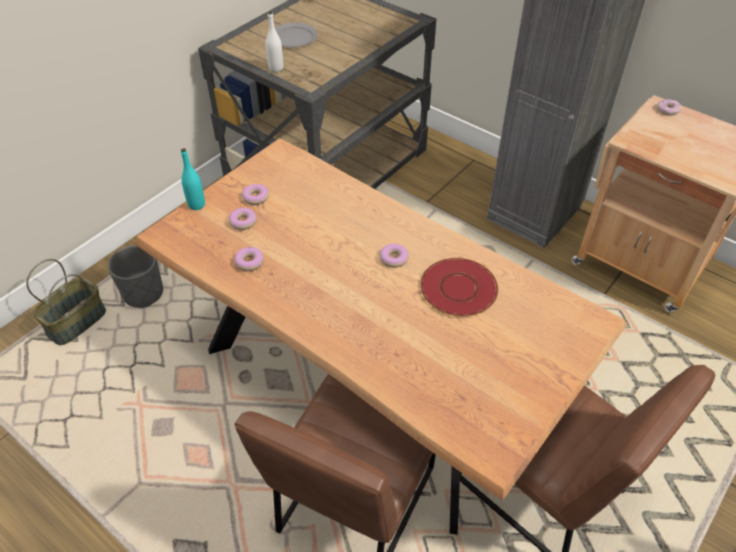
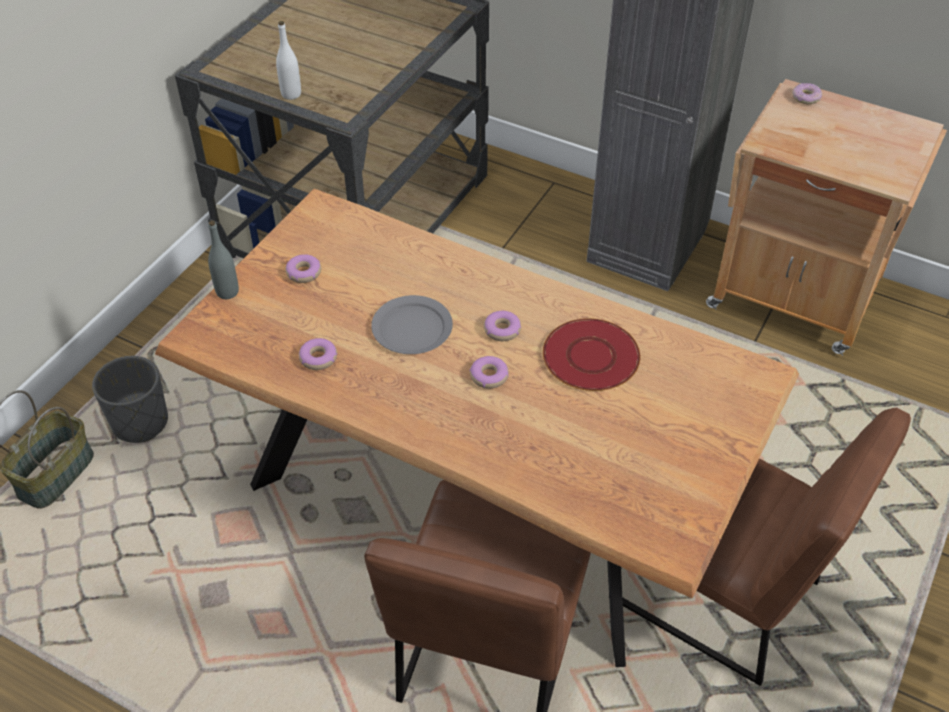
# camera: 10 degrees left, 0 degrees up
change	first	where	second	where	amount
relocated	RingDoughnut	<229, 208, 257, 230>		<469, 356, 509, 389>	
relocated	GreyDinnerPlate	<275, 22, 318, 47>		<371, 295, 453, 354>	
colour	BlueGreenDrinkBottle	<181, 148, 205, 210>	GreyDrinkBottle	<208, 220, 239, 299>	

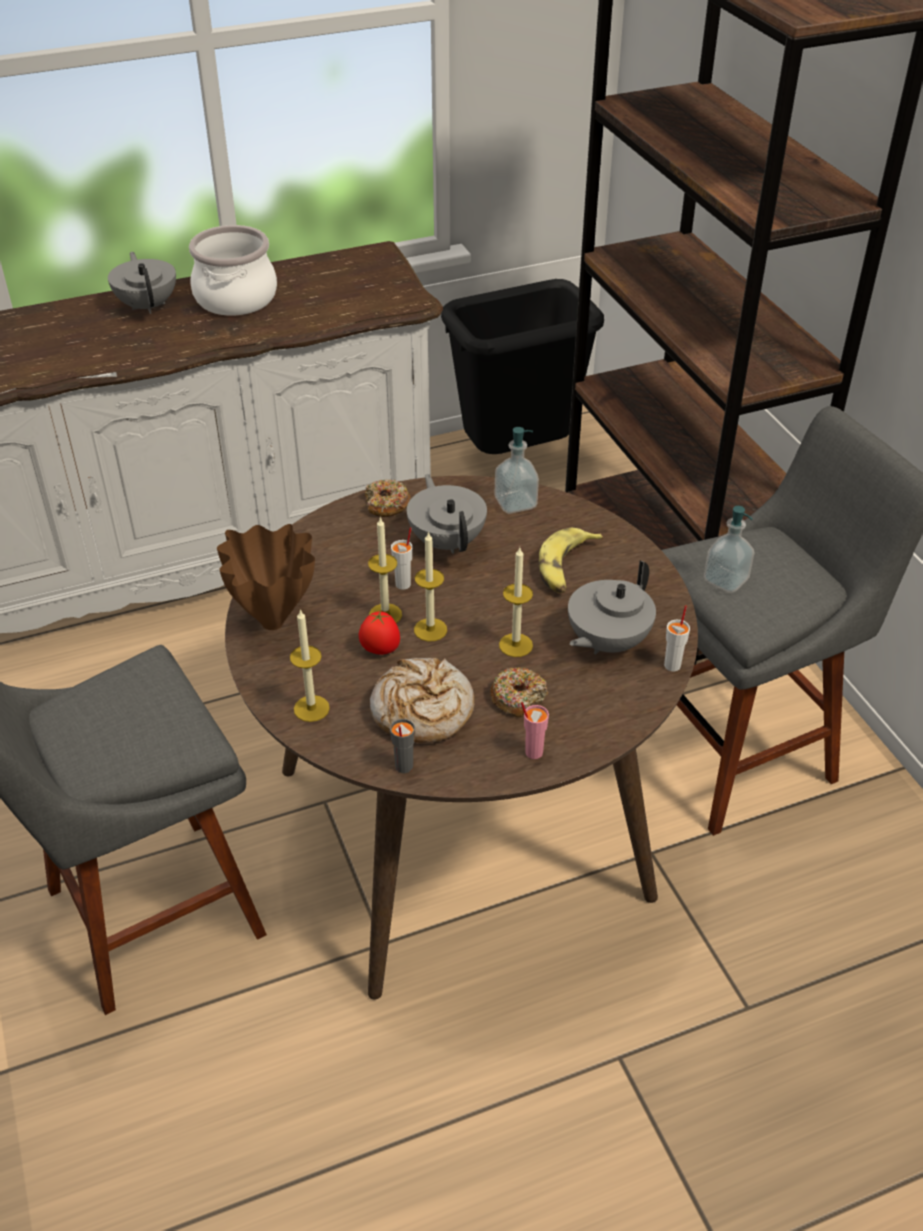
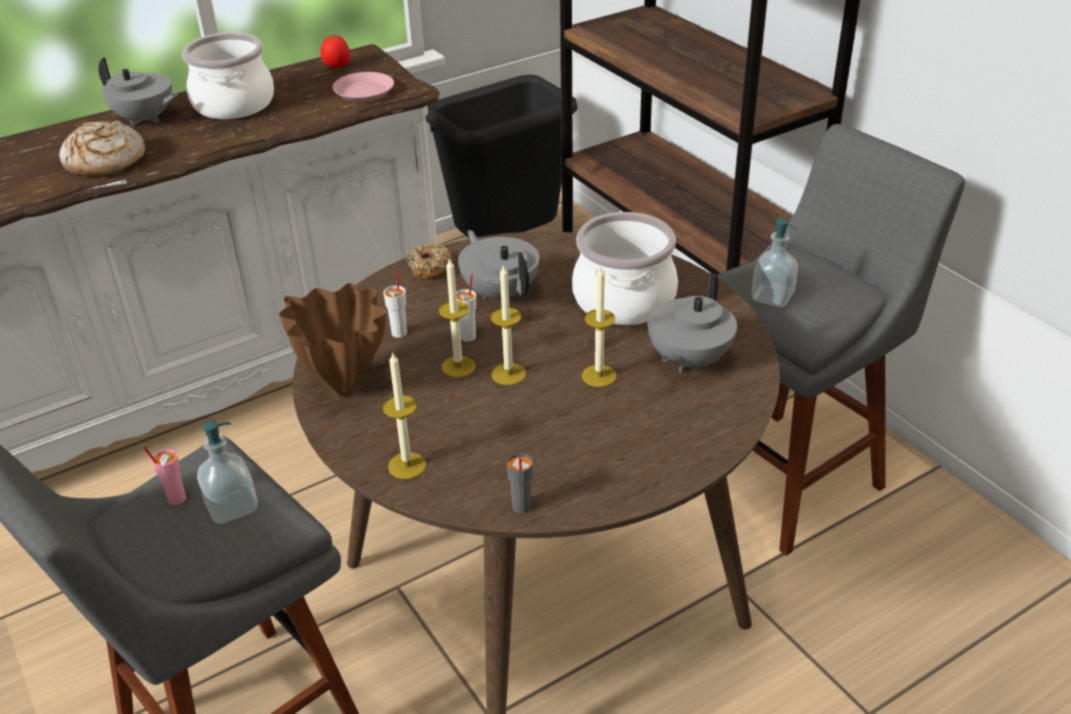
# camera: 10 degrees left, 5 degrees down
change	first	where	second	where	amount
missing	RingDoughnut	<490, 667, 548, 718>			
appeared			PinkColouredDinnerPlate	<333, 72, 394, 102>	
relocated	Tomato	<359, 611, 400, 655>		<320, 35, 350, 68>	
relocated	Bread	<370, 658, 474, 743>		<59, 120, 145, 176>	
relocated	SoapDispenser	<495, 427, 539, 514>		<197, 420, 258, 524>	
relocated	PinkColouredDrinkingCup	<521, 702, 549, 759>		<143, 447, 186, 505>	
relocated	WhiteDrinkingCup	<664, 605, 690, 671>		<384, 270, 407, 338>	
exchanged	BananaFruit	<539, 528, 603, 593>	Saucepot	<572, 212, 678, 325>	
spun	GreyTeapot	<108, 252, 176, 314>		<98, 57, 178, 126>	150 degrees clockwise

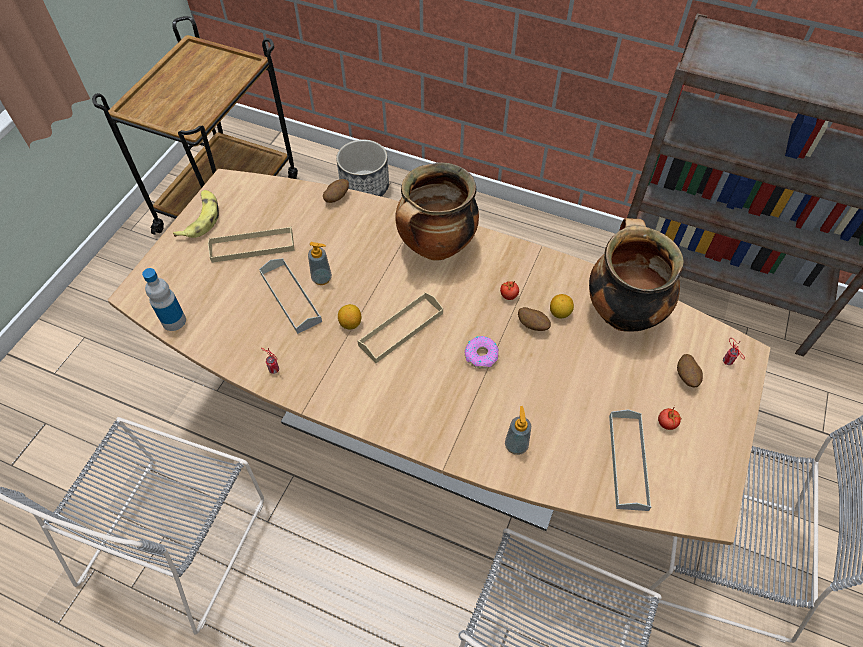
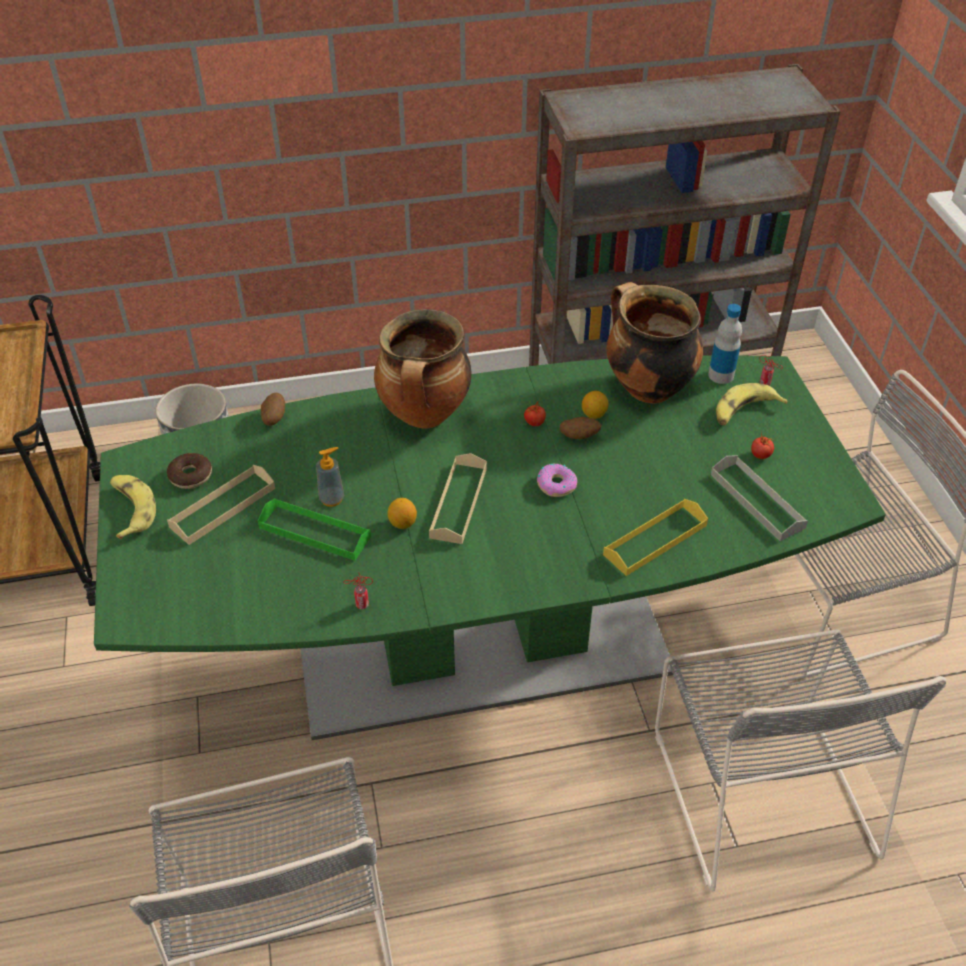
# camera: 35 degrees left, 10 degrees down
change	first	where	second	where	amount
appeared			RingDoughnut	<167, 453, 212, 489>	
relocated	DrinkBottle	<142, 268, 186, 331>		<708, 304, 742, 384>	
exchanged	SoapDispenser	<505, 406, 531, 455>	YellowColouredServingTray	<603, 499, 708, 576>	
exchanged	WholePotato	<677, 354, 703, 388>	BananaFruit	<716, 383, 787, 425>	
colour	BrownishDiningTable	<108, 169, 770, 545>	GreenDiningTable	<94, 355, 886, 740>	
colour	GreyServingTray	<259, 258, 322, 334>	GreenServingTray	<258, 498, 371, 561>	

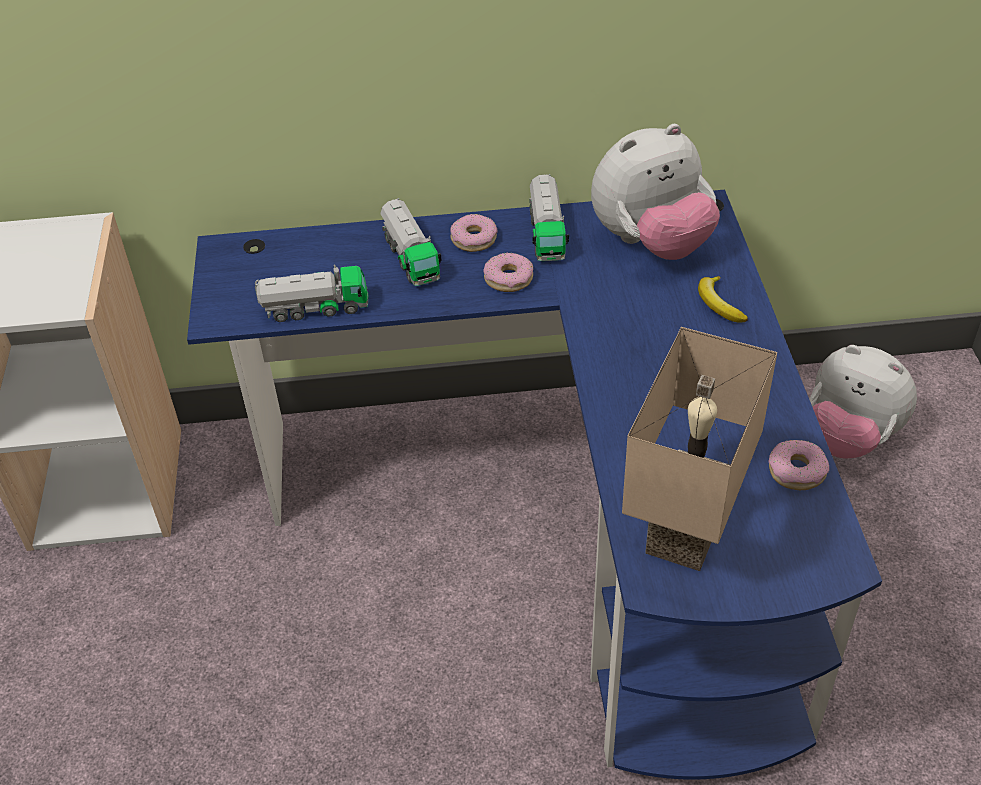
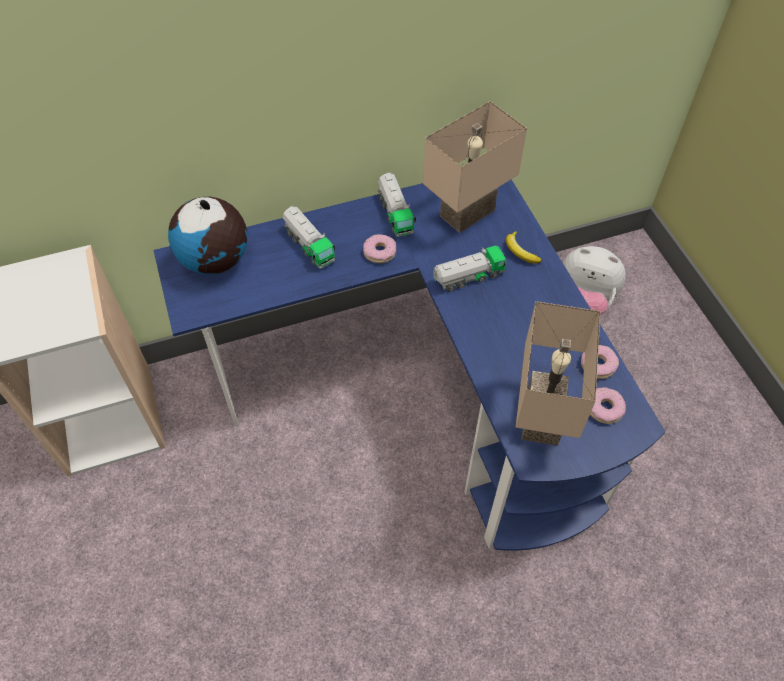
# camera: 15 degrees left, 10 degrees up
change	first	where	second	where	amount
appeared			WorldGlobe	<168, 197, 248, 275>	
relocated	ToyTruck	<255, 264, 369, 322>		<433, 245, 506, 292>	
relocated	RingDoughnut	<450, 214, 498, 252>		<590, 387, 626, 424>	
exchanged	SoftToy	<591, 124, 720, 260>	BeigeTabletopLamp	<423, 101, 527, 233>	

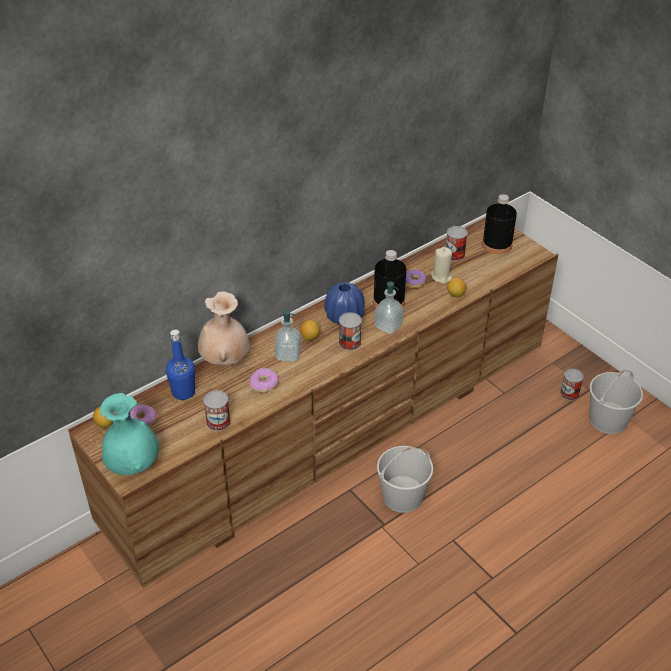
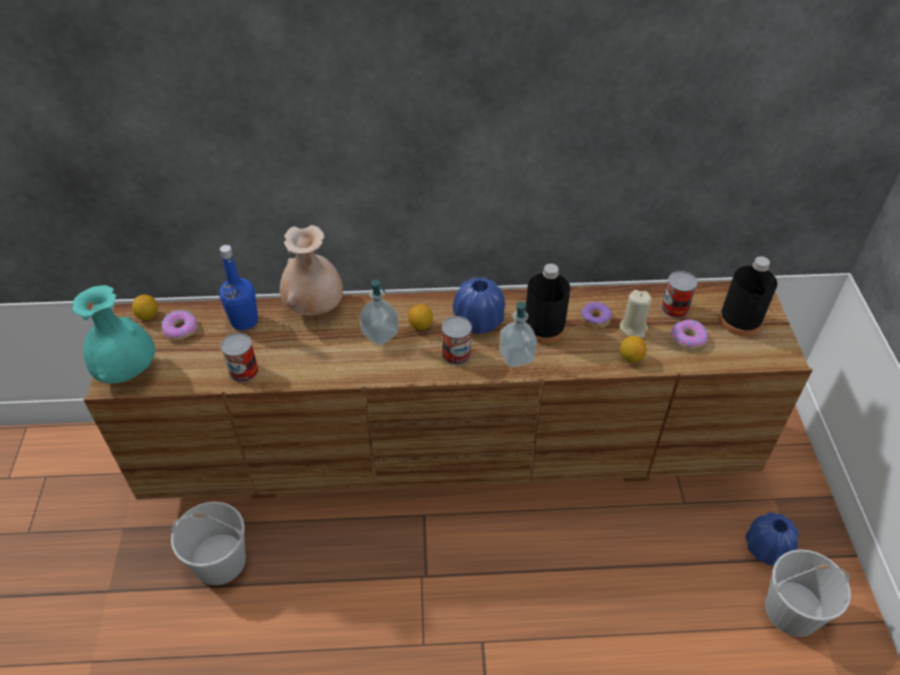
# camera: 35 degrees right, 5 degrees up
change	first	where	second	where	amount
relocated	RingDoughnut	<249, 368, 279, 393>		<670, 319, 708, 349>	
relocated	WhitePail	<377, 446, 433, 513>		<171, 502, 246, 585>	
exchanged	Can	<560, 369, 584, 401>	BlueColouredVase	<745, 512, 799, 566>	

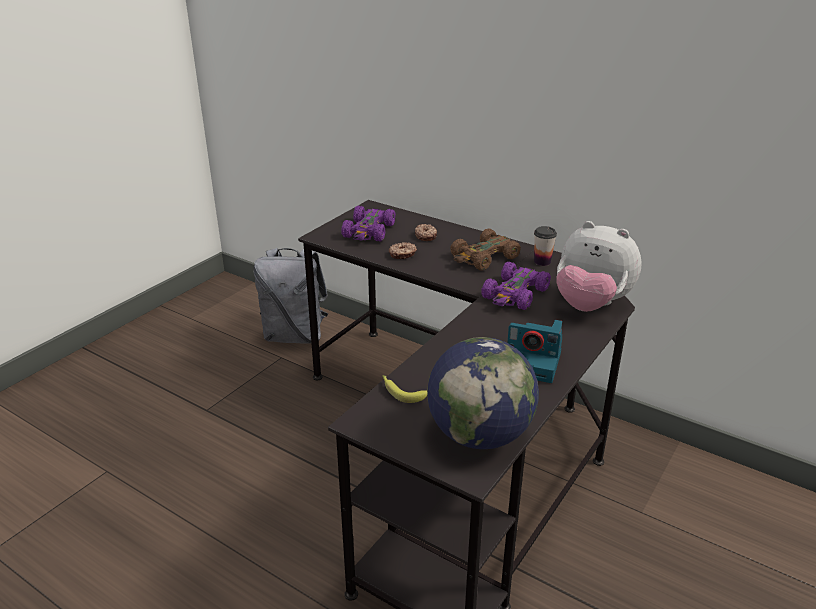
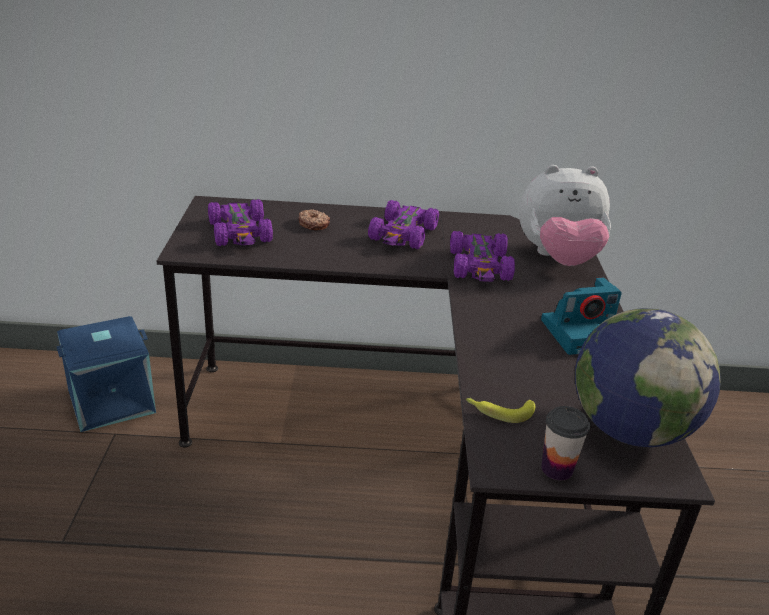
# camera: 35 degrees left, 0 degrees up
change	first	where	second	where	amount
missing	RingDoughnut	<389, 242, 417, 259>			
relocated	DrinkingCup	<534, 226, 557, 266>		<541, 406, 590, 480>	
exchanged	GreyKnapsack	<253, 248, 328, 344>	BlueColouredStorageContainer	<56, 316, 156, 432>	
colour	BrownishToyCar	<450, 229, 521, 271>	PurpleToyCar	<368, 200, 439, 249>	

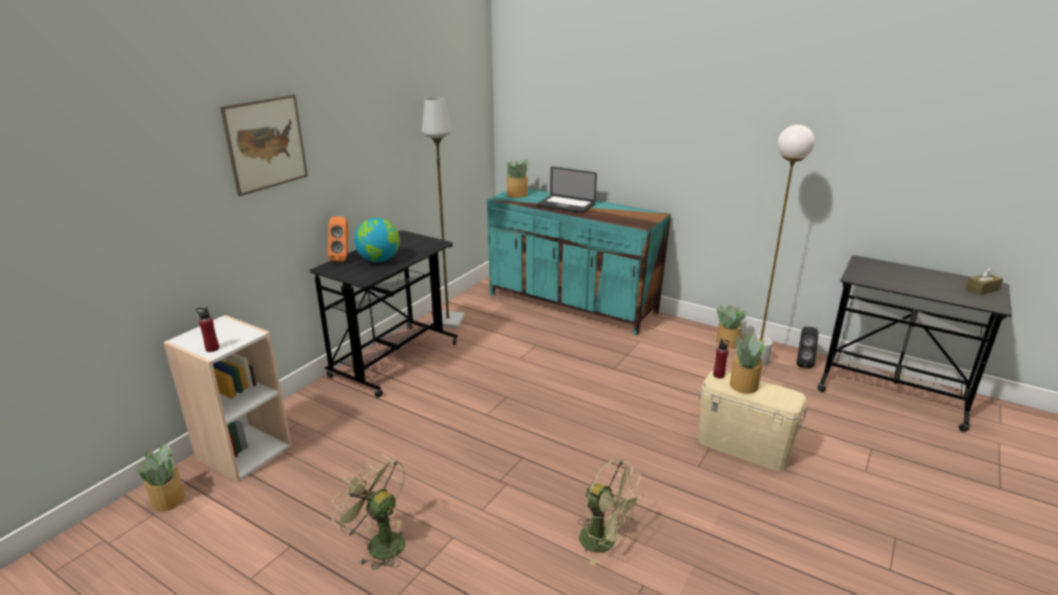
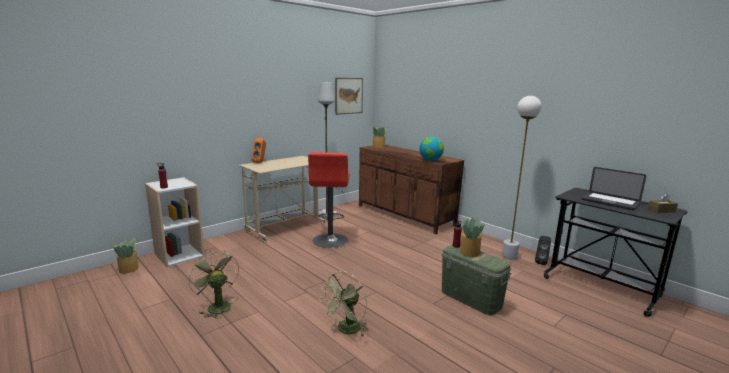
# camera: 15 degrees right, 10 degrees down
change	first	where	second	where	amount
missing	Houseplant	<716, 304, 747, 349>			
appeared			RedStoolSeat	<308, 152, 350, 248>	
relocated	Picture	<220, 95, 308, 196>		<335, 78, 363, 115>	
relocated	WorldGlobe	<354, 218, 400, 262>		<419, 137, 444, 161>	
relocated	NotebookComputer	<537, 167, 597, 213>		<582, 167, 646, 210>	
colour	BlackishDesk	<310, 230, 458, 398>	BeigeDesk	<239, 156, 325, 243>	
colour	BlueGreenCabinet	<487, 188, 671, 335>	BrownishCabinet	<359, 145, 464, 234>	
colour	BeigeStorageContainer	<698, 370, 808, 471>	GreenStorageContainer	<442, 244, 511, 315>	
spun	GreenElectricFan	<577, 459, 643, 565>		<319, 271, 369, 336>	75 degrees clockwise

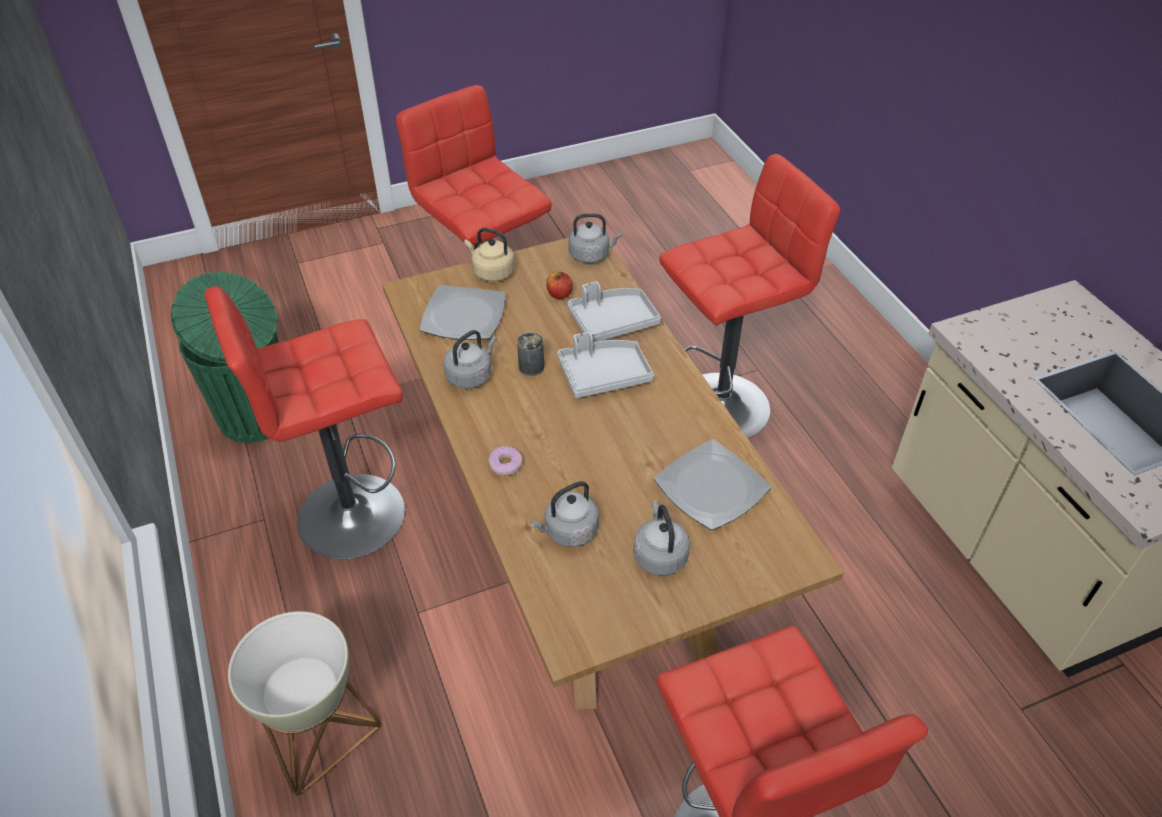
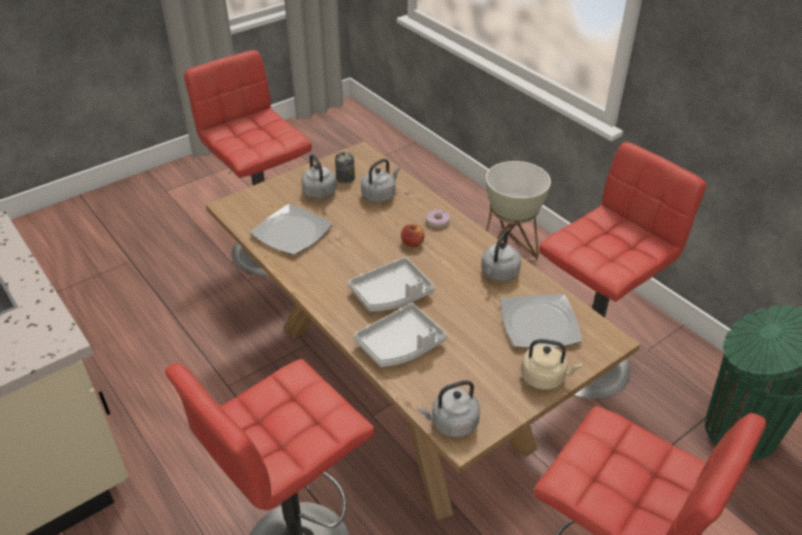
# camera: 165 degrees right, 5 degrees down
change	first	where	second	where	amount
relocated	Can	<517, 333, 544, 376>		<335, 152, 355, 183>	
relocated	AppleFruit	<546, 272, 573, 299>		<401, 224, 425, 247>	

